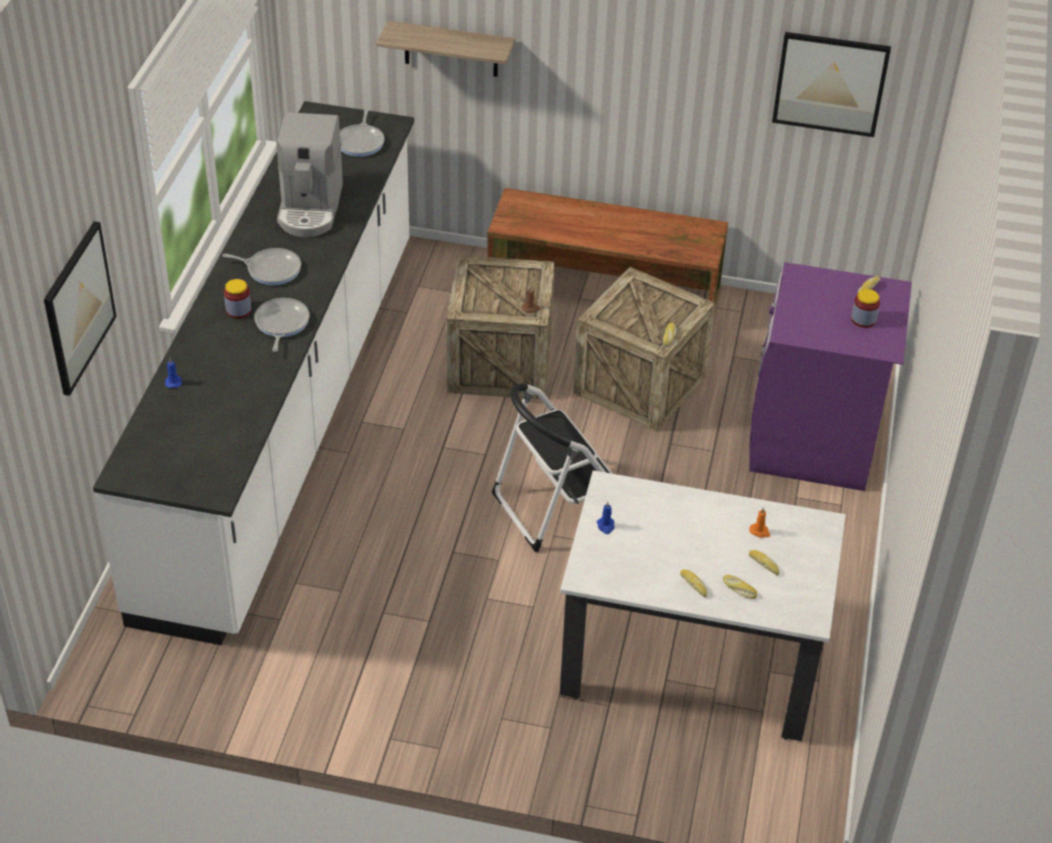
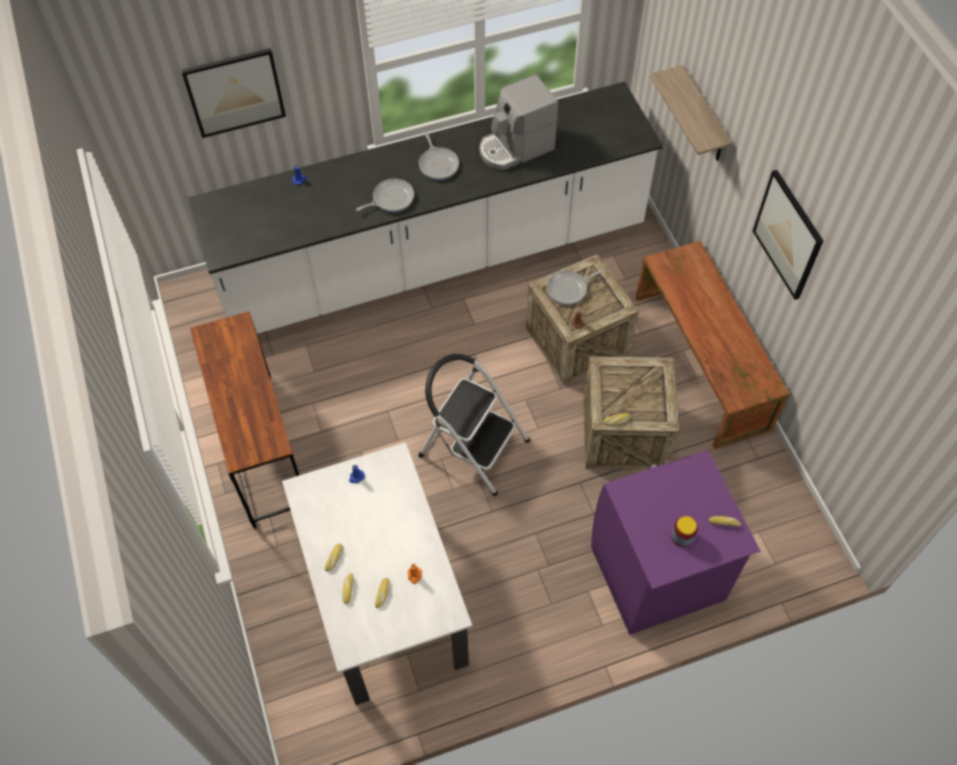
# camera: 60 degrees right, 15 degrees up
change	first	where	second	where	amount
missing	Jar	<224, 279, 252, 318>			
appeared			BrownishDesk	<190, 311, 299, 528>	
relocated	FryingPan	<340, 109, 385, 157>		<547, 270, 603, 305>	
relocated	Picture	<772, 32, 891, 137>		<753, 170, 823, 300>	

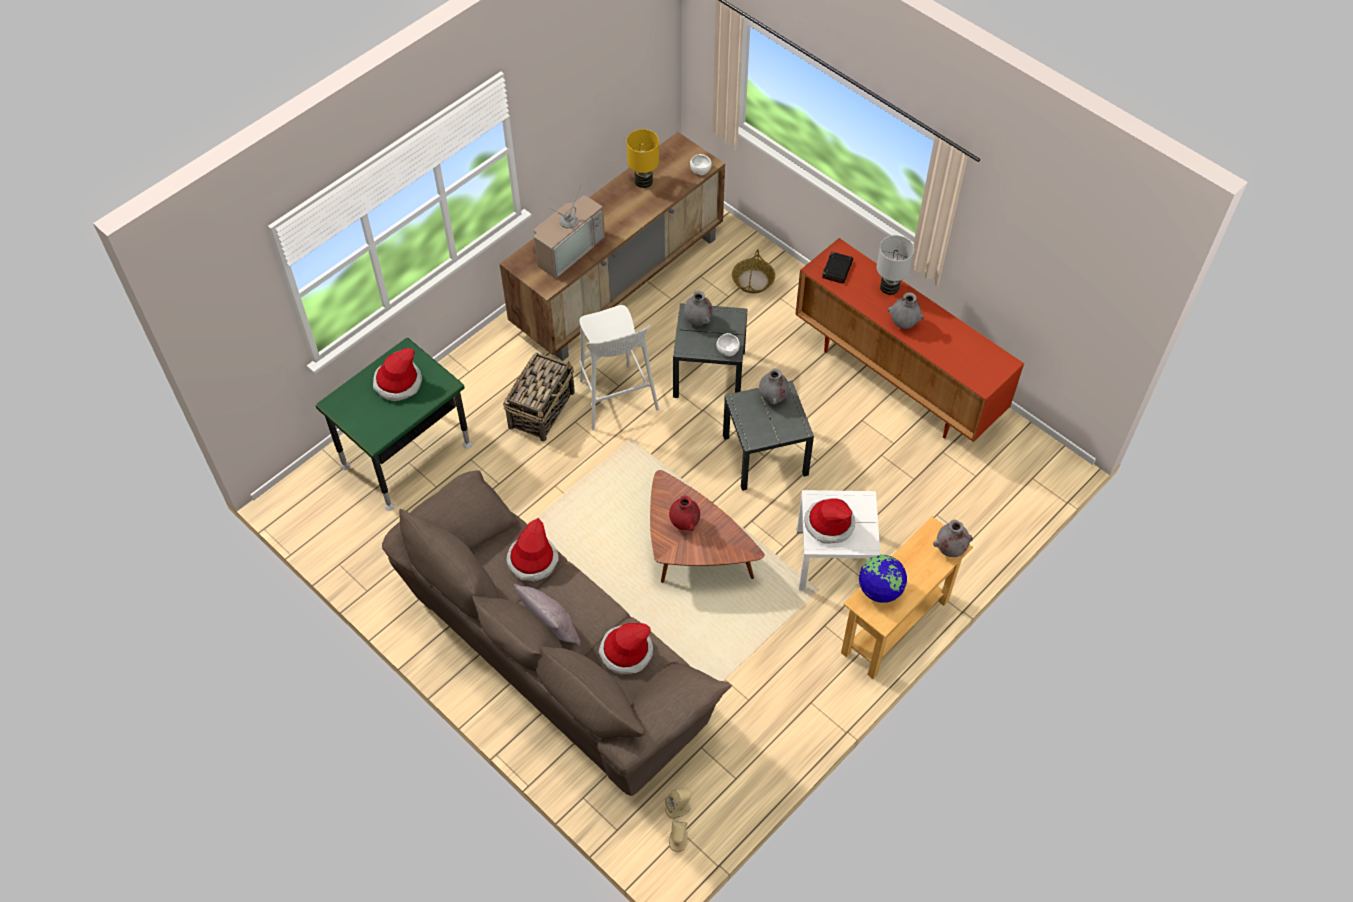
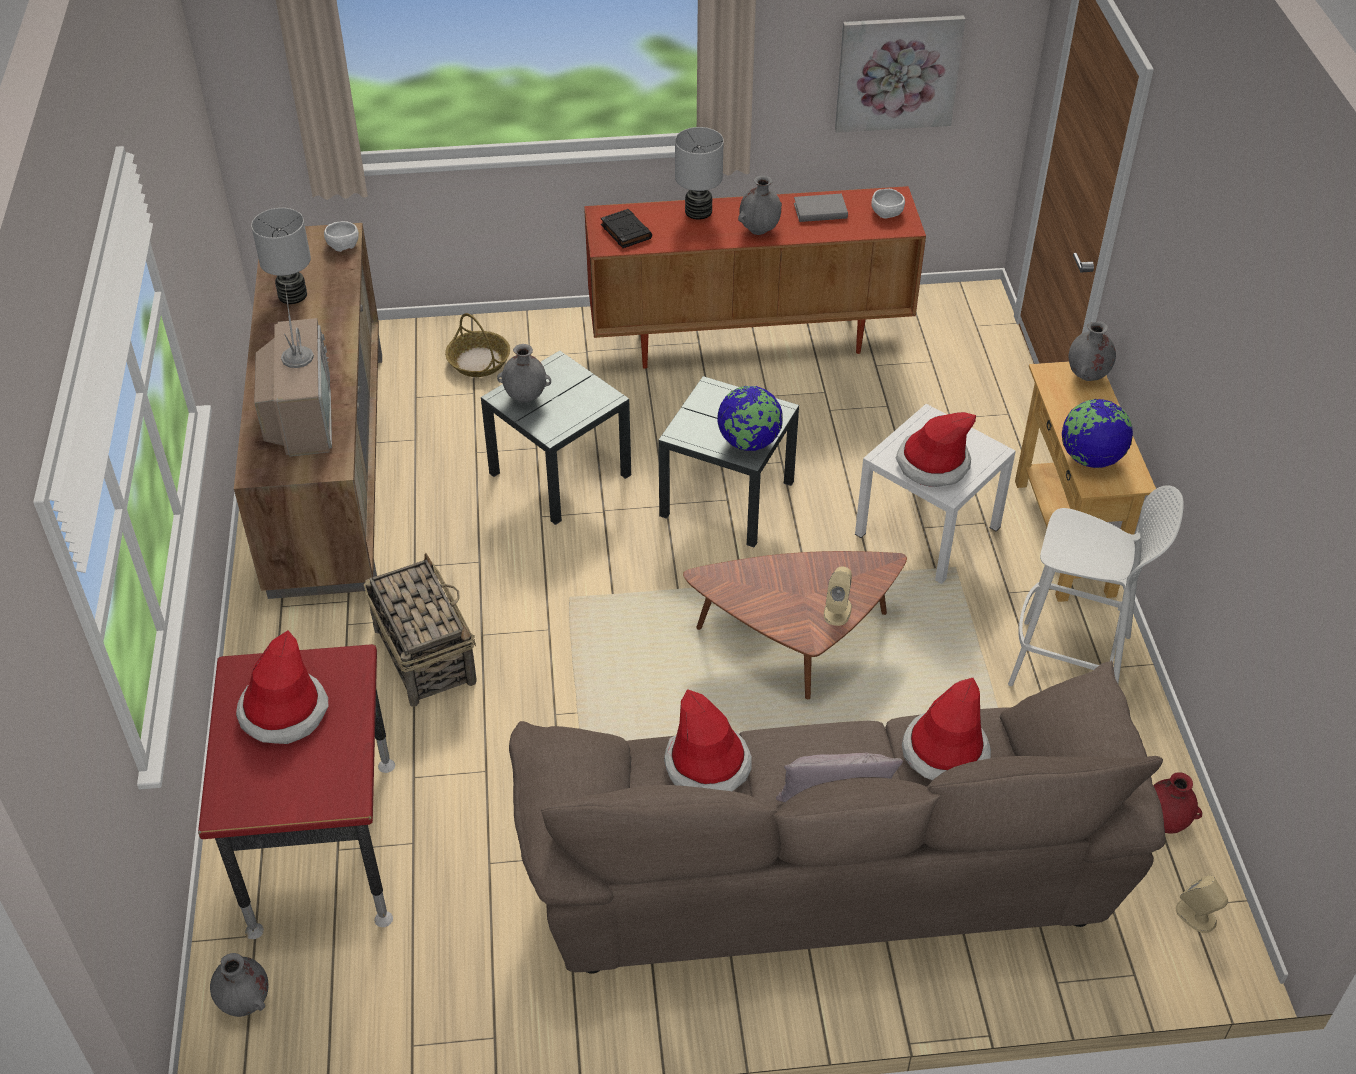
# camera: 50 degrees left, 10 degrees down
change	first	where	second	where	amount
appeared			WorldGlobe	<717, 386, 783, 451>	
appeared			GreyBook	<794, 194, 848, 222>	
appeared			Picture	<835, 15, 965, 133>	
relocated	WhiteStoolSeat	<579, 305, 659, 430>		<1008, 485, 1184, 686>	
relocated	BeigeAudioSpeaker	<665, 788, 692, 819>		<824, 566, 852, 626>	
relocated	RedVase	<669, 496, 700, 531>		<1153, 772, 1202, 834>	
relocated	WhiteServingBowl	<716, 333, 740, 356>		<871, 189, 905, 219>	
relocated	GreyVase	<759, 368, 789, 404>		<210, 953, 269, 1017>	
colour	GreenDesk	<315, 337, 473, 511>	RedDesk	<198, 644, 395, 939>	
colour	YellowColouredTabletopLamp	<627, 129, 659, 188>	GreyTabletopLamp	<251, 208, 311, 304>	

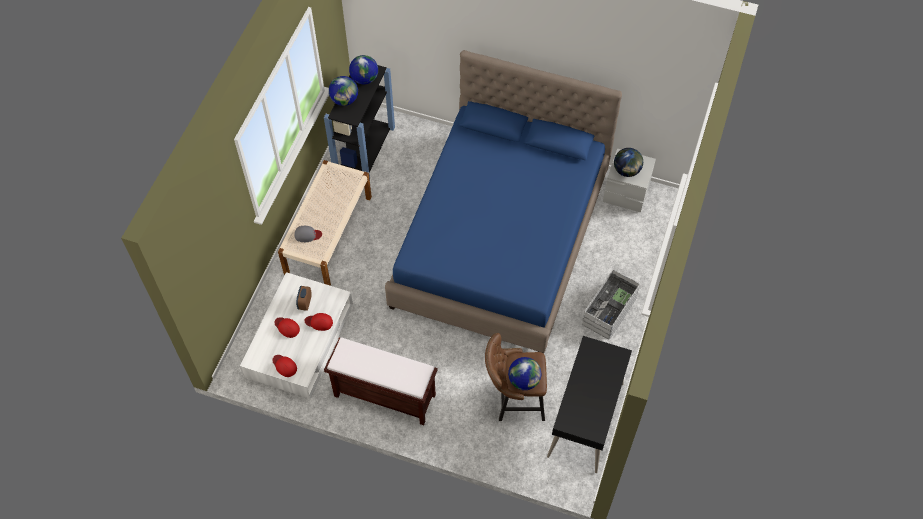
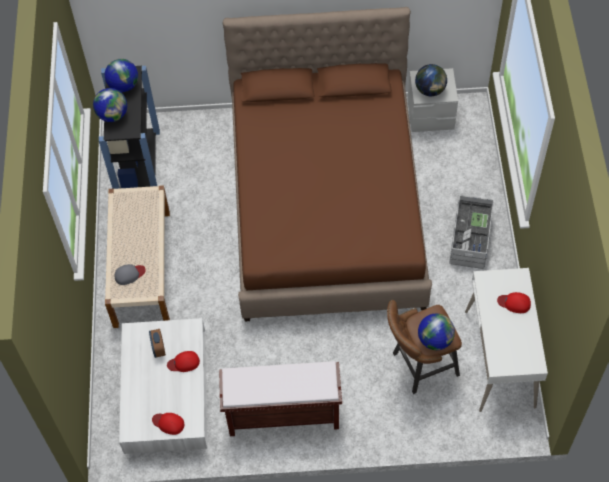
# camera: 20 degrees left, 0 degrees up
change	first	where	second	where	amount
relocated	RedBaseballCap	<275, 317, 300, 338>		<497, 292, 531, 313>	
colour	BlueColouredBedroomBed	<385, 50, 622, 353>	BrownishBedroomBed	<223, 7, 432, 321>	
colour	BlackishDesk	<547, 336, 632, 473>	WhiteDesk	<465, 268, 548, 412>	

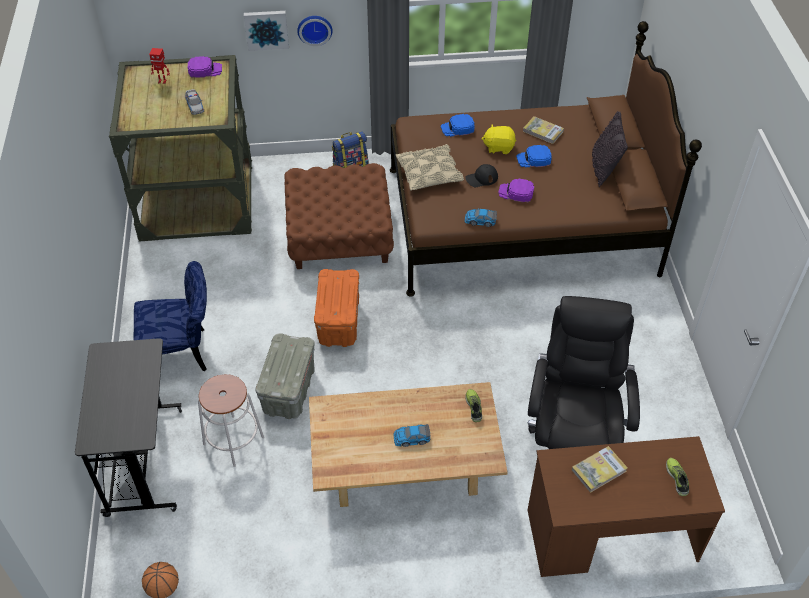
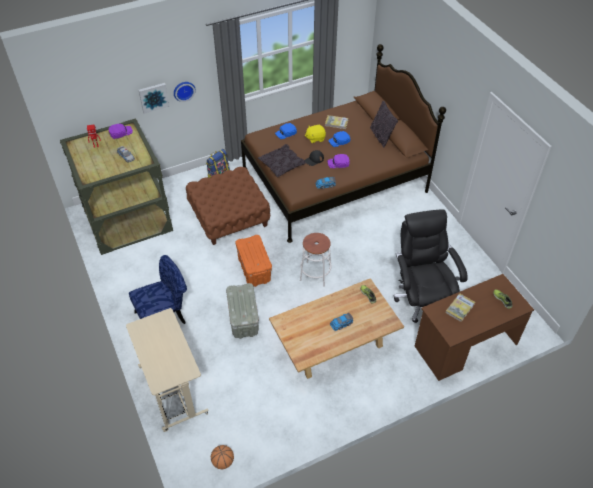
# camera: 20 degrees left, 0 degrees up
change	first	where	second	where	amount
relocated	WhiteStoolSeat	<198, 374, 264, 467>		<300, 233, 331, 287>	
colour	BlackishDesk	<75, 338, 182, 517>	BeigeDesk	<126, 308, 209, 432>	
colour	BeigeThrowPillow	<395, 144, 464, 191>	BlackishThrowPillow	<258, 144, 306, 177>	

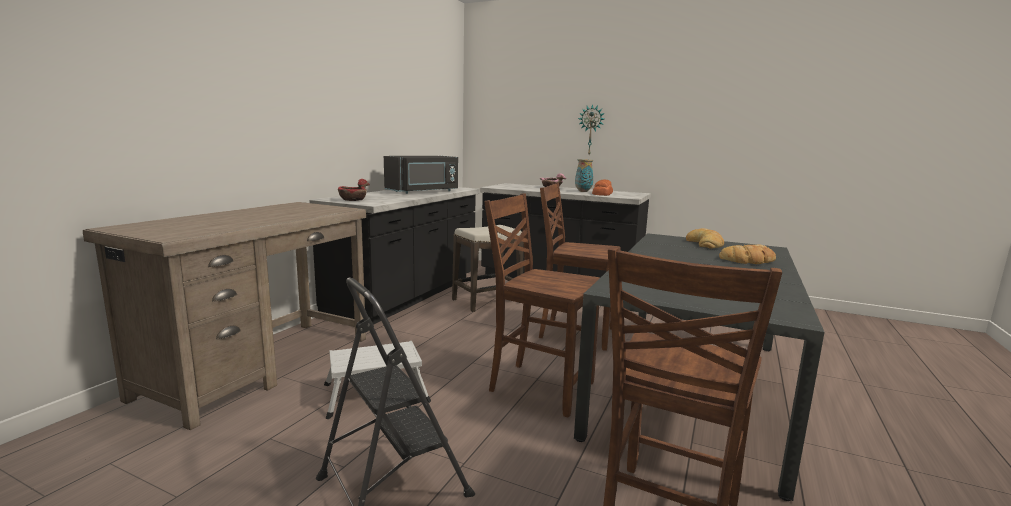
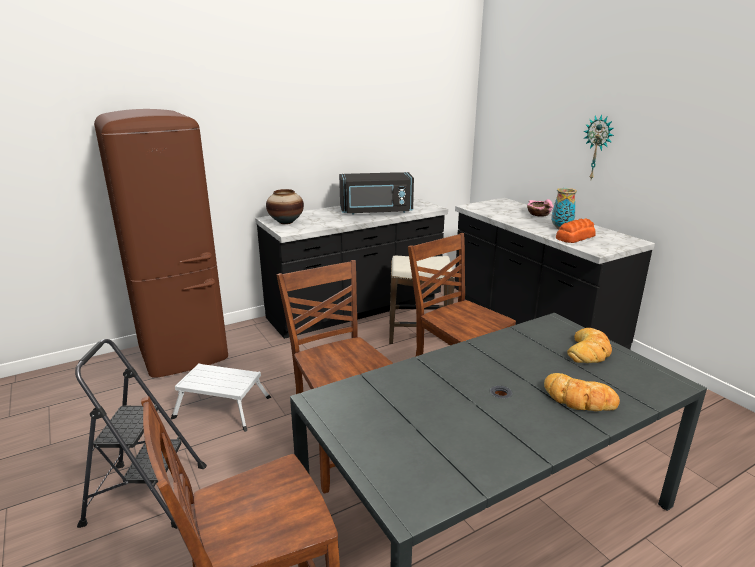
# camera: 35 degrees right, 10 degrees up
change	first	where	second	where	amount
exchanged	BrownishDesk	<83, 202, 366, 430>	BrownishFridge	<94, 109, 228, 378>	
exchanged	RedServingBowl	<338, 179, 370, 201>	Vase	<266, 189, 304, 224>	

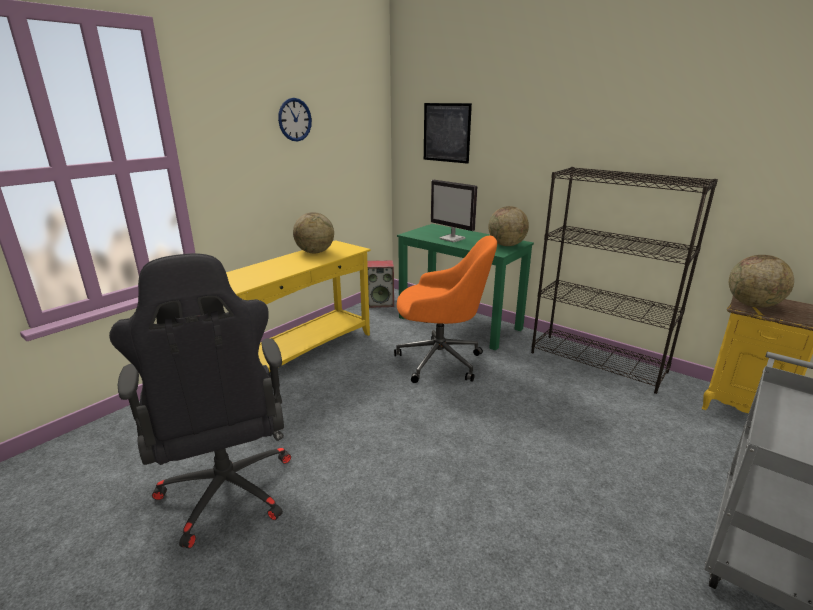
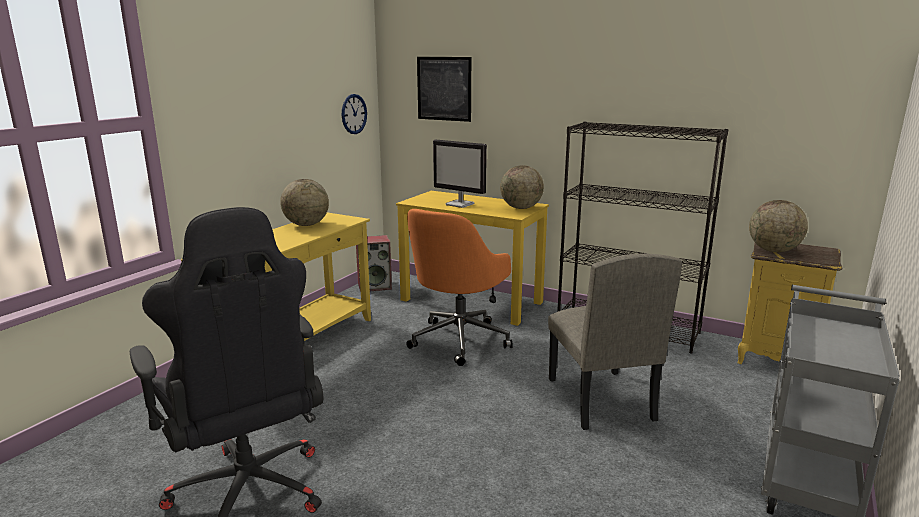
# camera: 10 degrees left, 5 degrees down
change	first	where	second	where	amount
appeared			BeigePlainChair	<548, 254, 682, 430>	
relocated	ClockOnTheWall	<278, 98, 312, 142>		<342, 94, 367, 134>	
colour	GreenDesk	<397, 224, 534, 351>	YellowColouredDesk	<396, 191, 549, 326>	
spun	OrangeOfficeChair	<394, 236, 497, 383>		<406, 209, 513, 366>	120 degrees clockwise

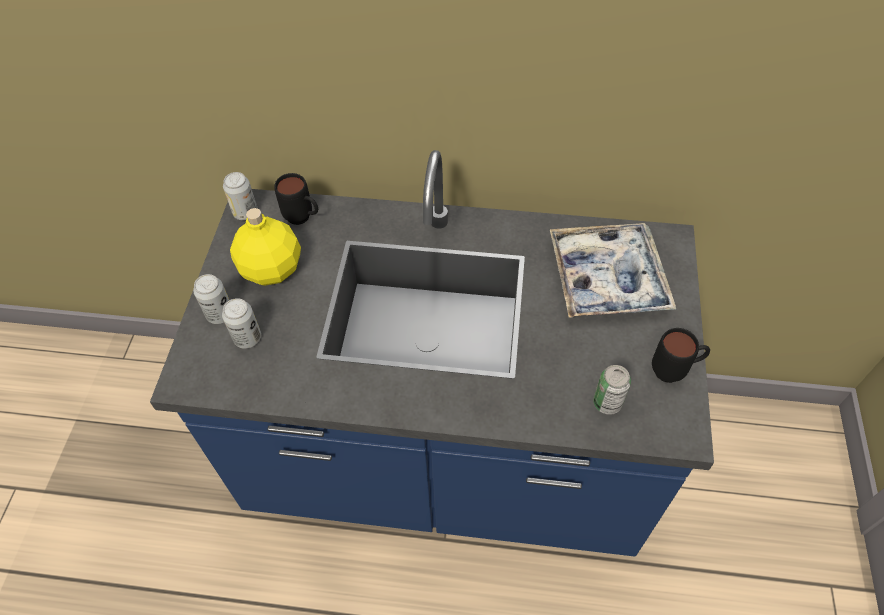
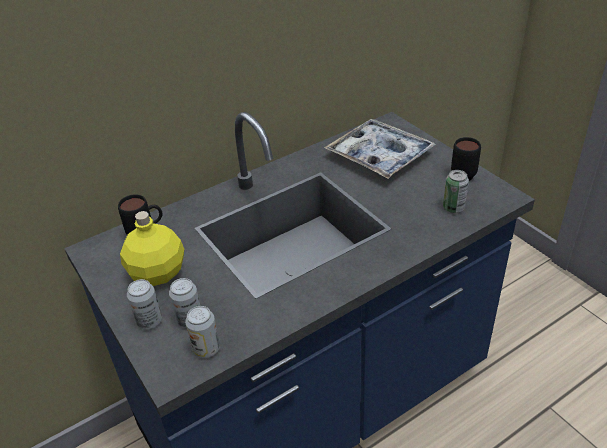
# camera: 40 degrees left, 15 degrees down
change	first	where	second	where	amount
relocated	Can	<223, 172, 258, 220>		<185, 306, 220, 358>	

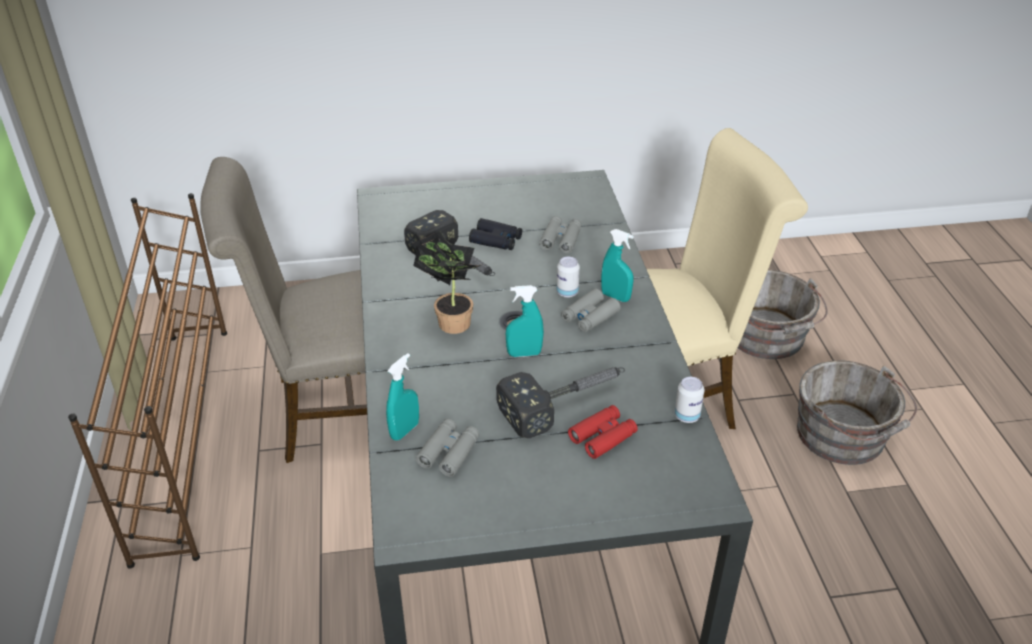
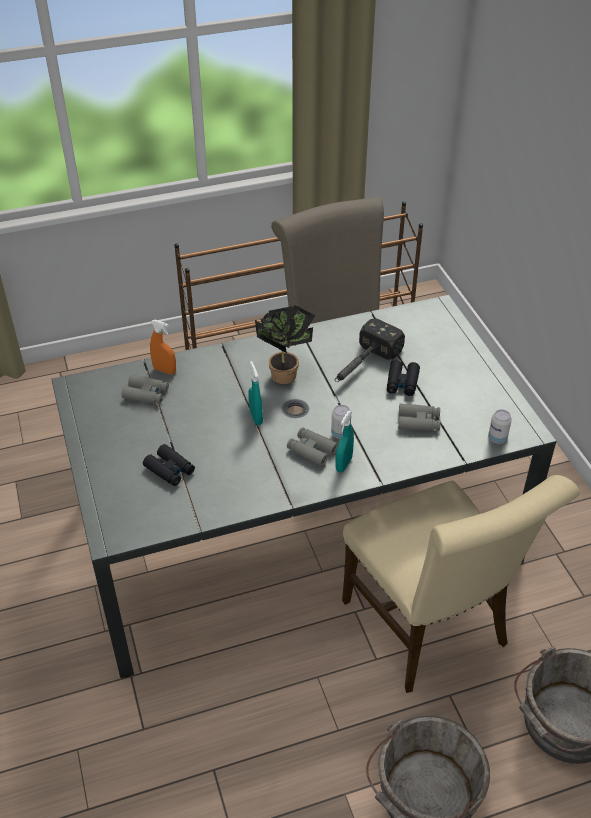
# camera: 80 degrees right, 5 degrees up
change	first	where	second	where	amount
missing	ToolHammer	<496, 367, 625, 438>			
relocated	Can	<674, 377, 704, 423>		<488, 410, 512, 444>	
colour	BlueGreenHandSprayer	<386, 353, 419, 441>	OrangeHandSprayer	<150, 320, 176, 374>	
colour	RedFieldGlasses	<568, 405, 638, 459>	BlackishFieldGlasses	<143, 444, 195, 486>	

